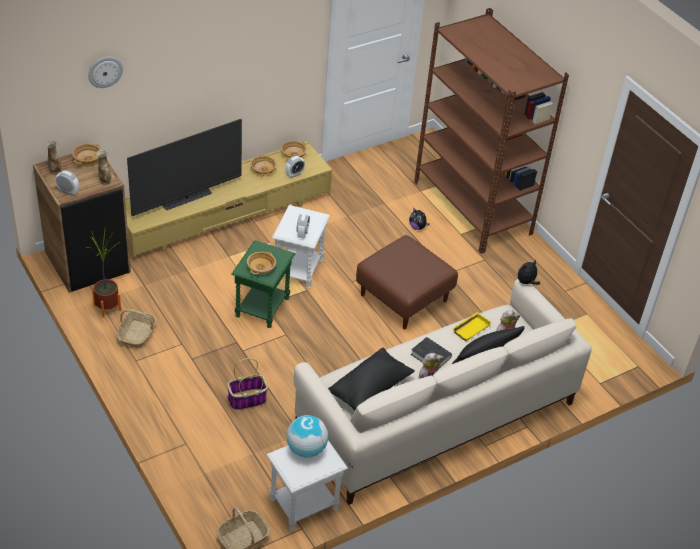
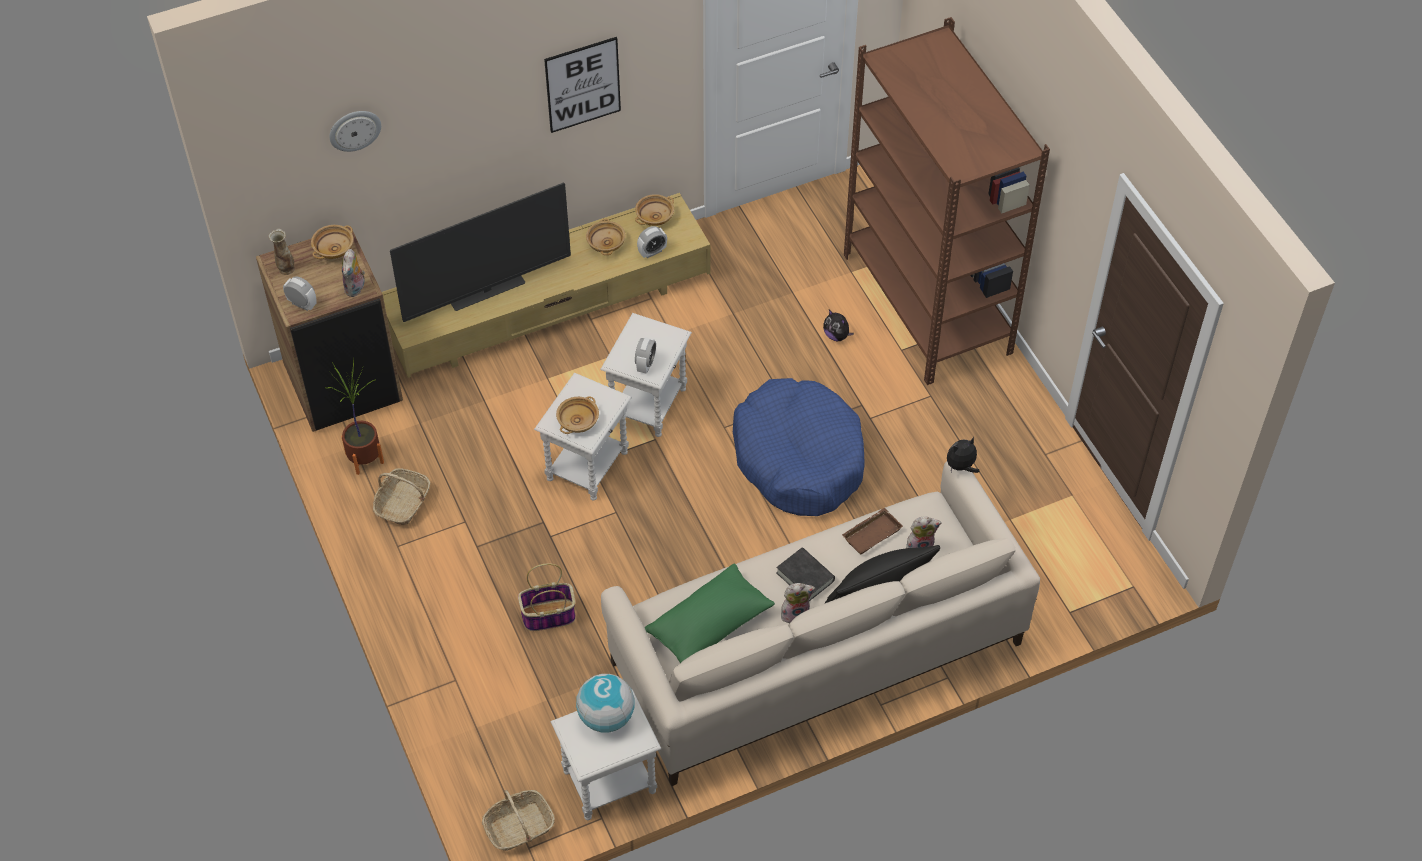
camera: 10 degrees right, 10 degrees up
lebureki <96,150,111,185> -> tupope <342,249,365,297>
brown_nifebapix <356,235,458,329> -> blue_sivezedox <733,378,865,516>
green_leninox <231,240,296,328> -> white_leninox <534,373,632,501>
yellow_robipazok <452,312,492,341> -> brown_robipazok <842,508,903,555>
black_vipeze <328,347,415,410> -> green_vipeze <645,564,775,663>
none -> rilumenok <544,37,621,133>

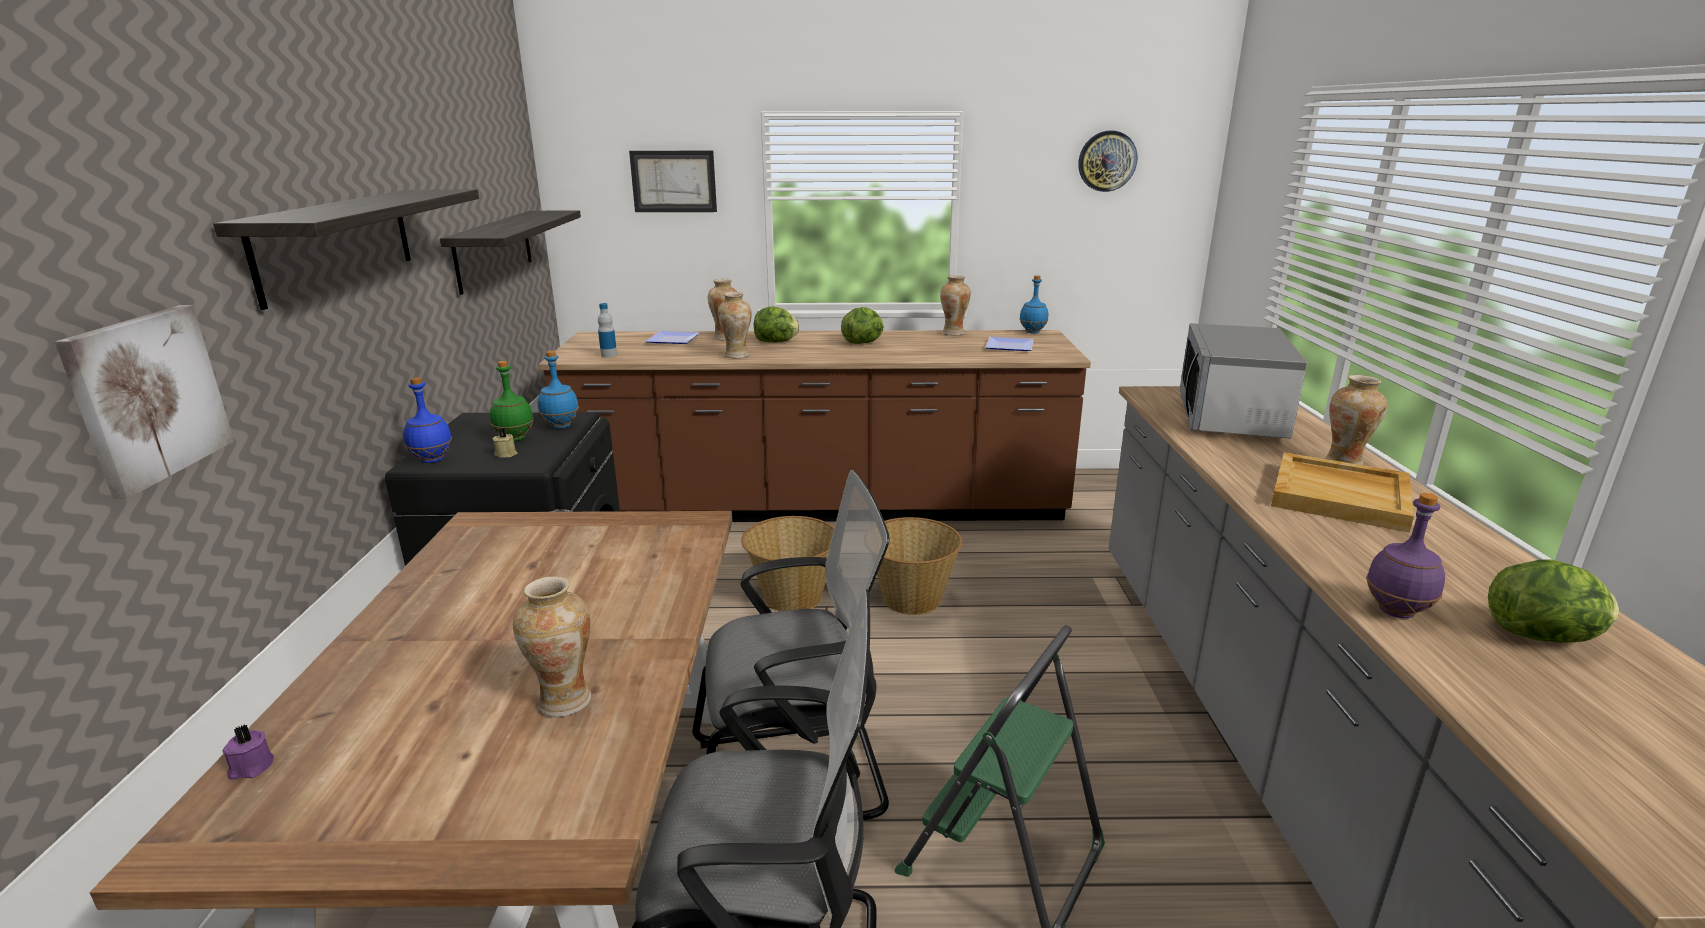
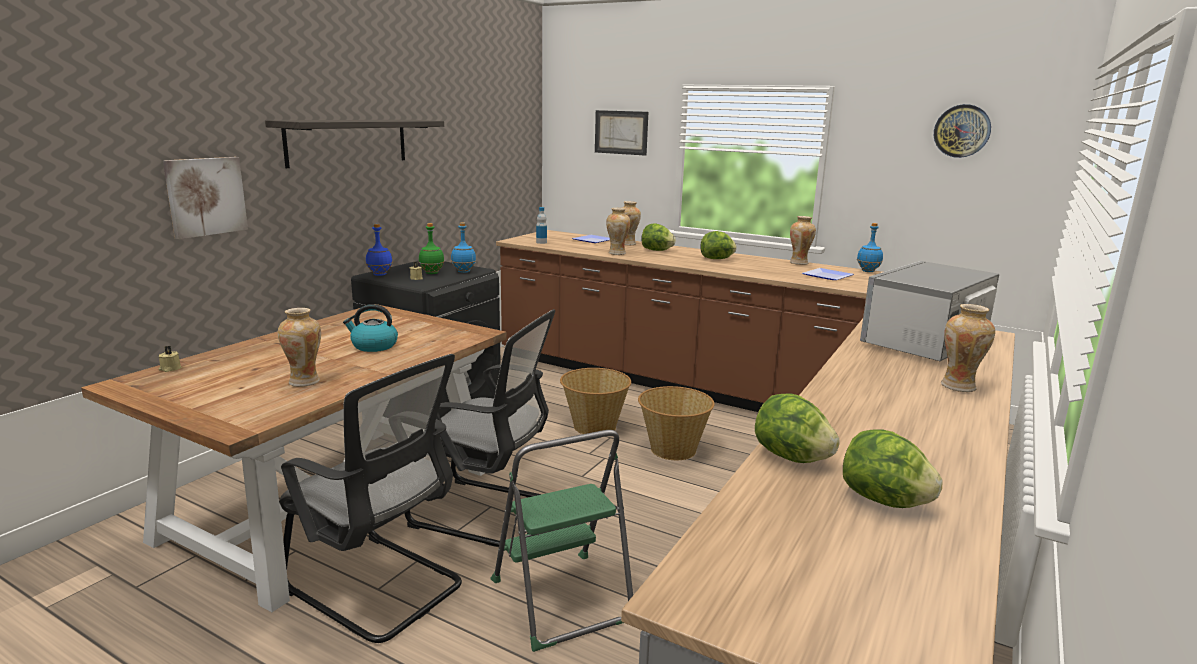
camera: 30 degrees right, 5 degrees down
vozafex <440,211,581,295> -> none
beige_robipazok <1271,452,1414,533> -> none
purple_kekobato <1366,493,1445,618> -> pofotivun <755,394,840,463>
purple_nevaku <223,724,274,780> -> beige_nevaku <159,346,182,372>
none -> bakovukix <343,304,398,352>

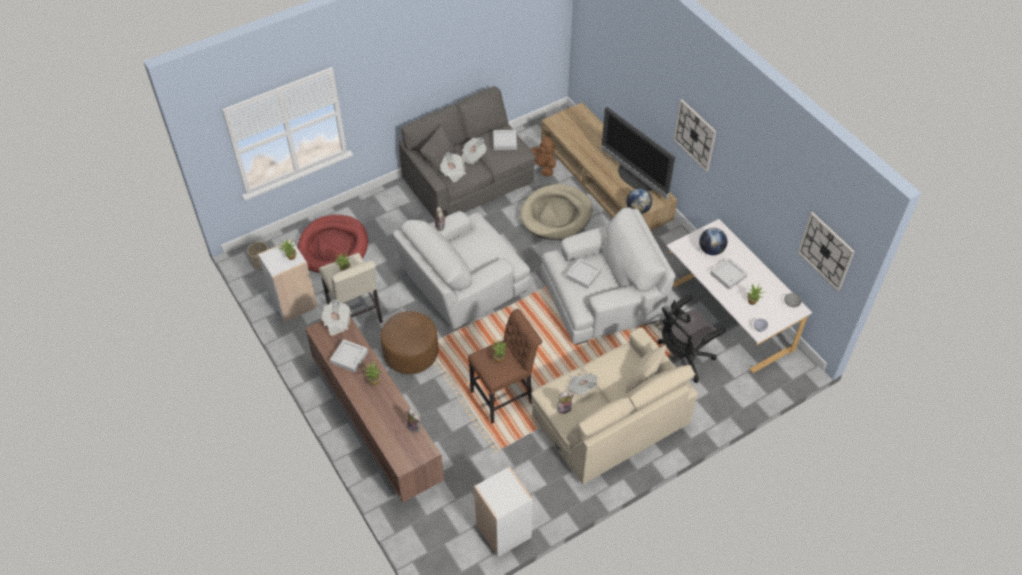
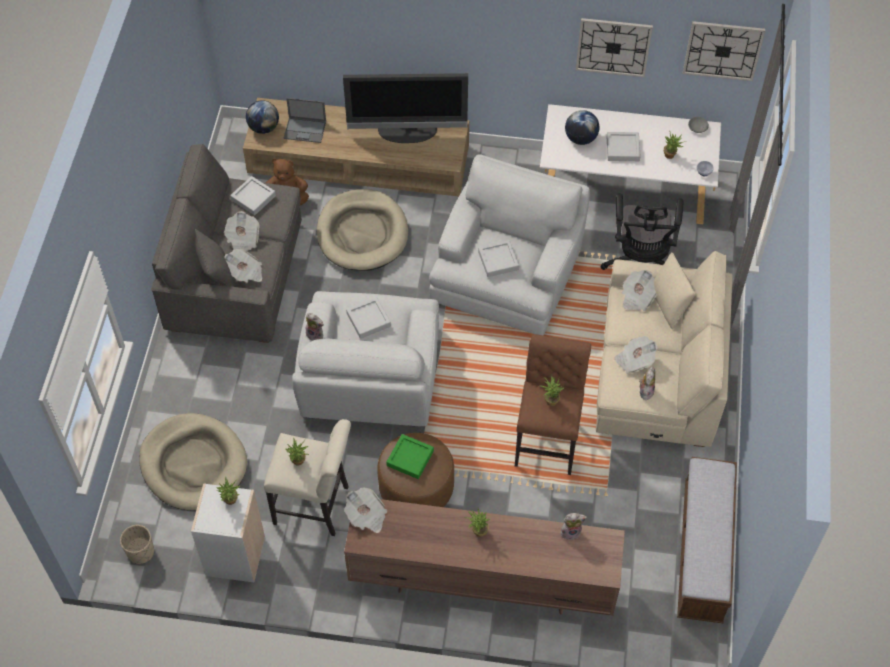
camera: 50 degrees left, 5 degrees up
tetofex <673,99,716,172> -> tetofex <576,18,653,77>, shifted
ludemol <626,188,652,214> -> ludemol <246,100,279,134>, shifted
red_sivezedox <297,215,368,273> -> beige_sivezedox <139,413,247,511>
grey_robipazok <330,339,368,373> -> grey_robipazok <346,297,391,339>, shifted
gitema <474,466,533,557> -> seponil <677,457,737,623>
none -> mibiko <284,98,326,143>
none -> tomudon <622,270,657,311>
none -> green_robipazok <386,434,434,479>

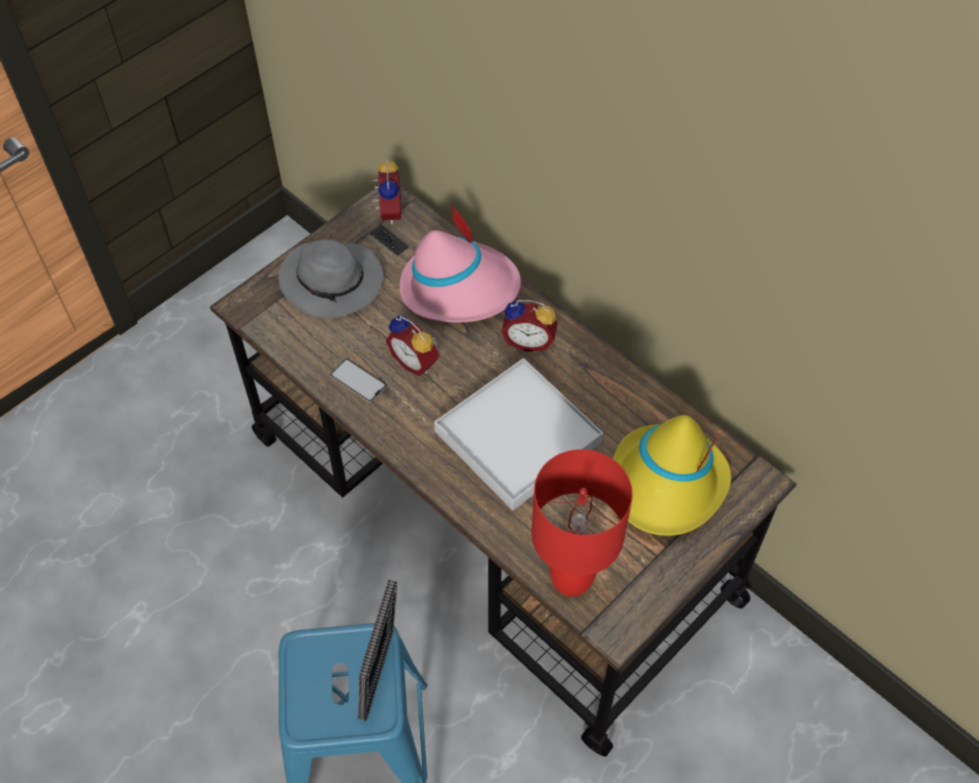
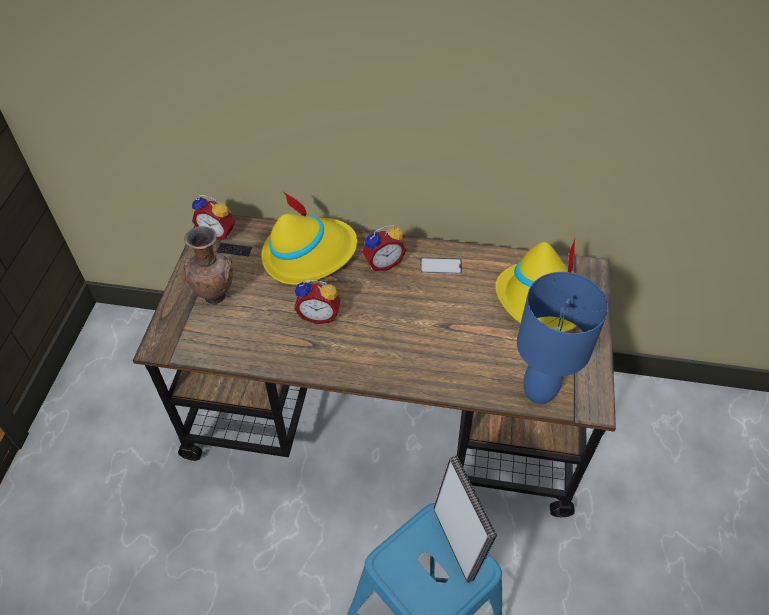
camera: 35 degrees left, 5 degrees down
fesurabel <371,159,401,224> -> fesurabel <192,195,235,240>, 150 degrees clockwise
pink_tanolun <400,203,521,322> -> yellow_tanolun <261,192,358,285>
grey_tanolun <278,239,383,318> -> brown_lebureki <183,226,233,305>
white_robipazok <434,358,603,511> -> none
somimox <330,359,387,402> -> somimox <420,257,462,275>, shifted
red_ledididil <531,449,633,597> -> blue_ledididil <517,272,608,404>

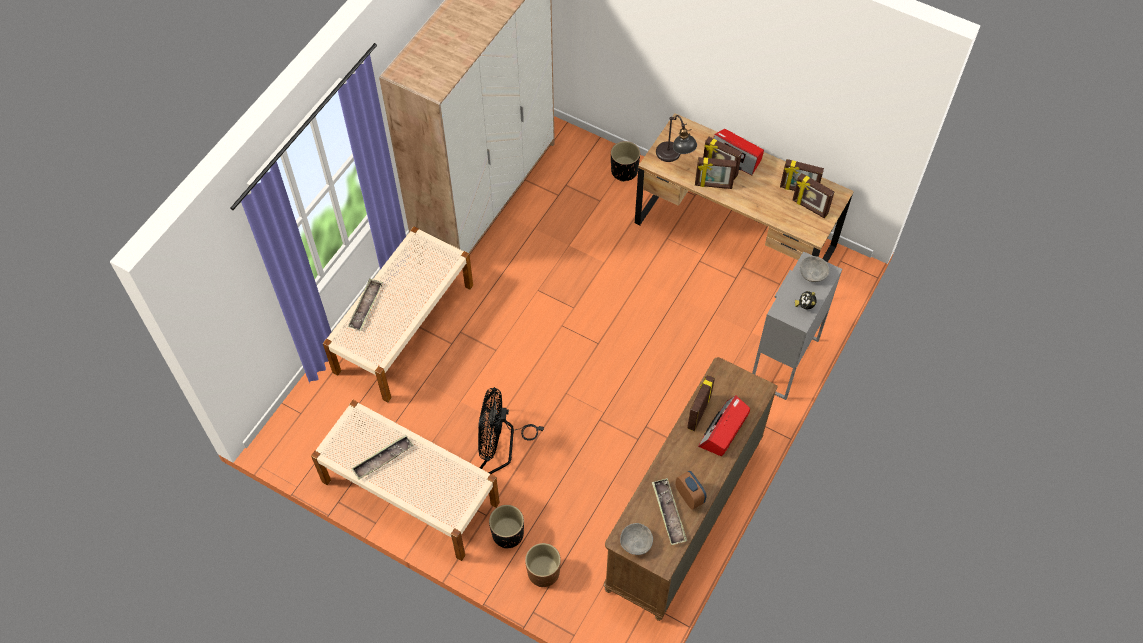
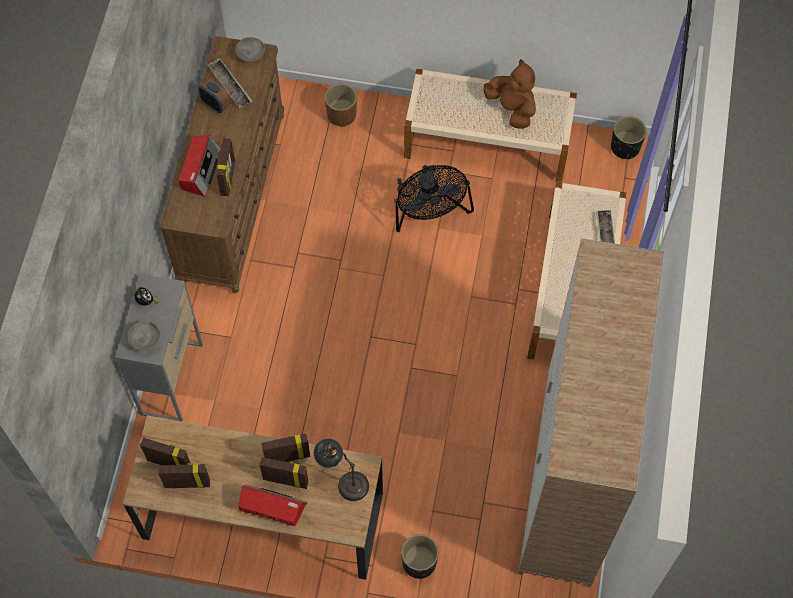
camera: 160 degrees right, 5 degrees up
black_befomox <478,387,544,474> -> black_befomox <394,165,474,232>, 90 degrees clockwise
robipazok <351,435,414,480> -> brown_tupope <484,59,536,129>
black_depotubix <489,505,524,549> -> black_depotubix <611,116,646,160>, shifted

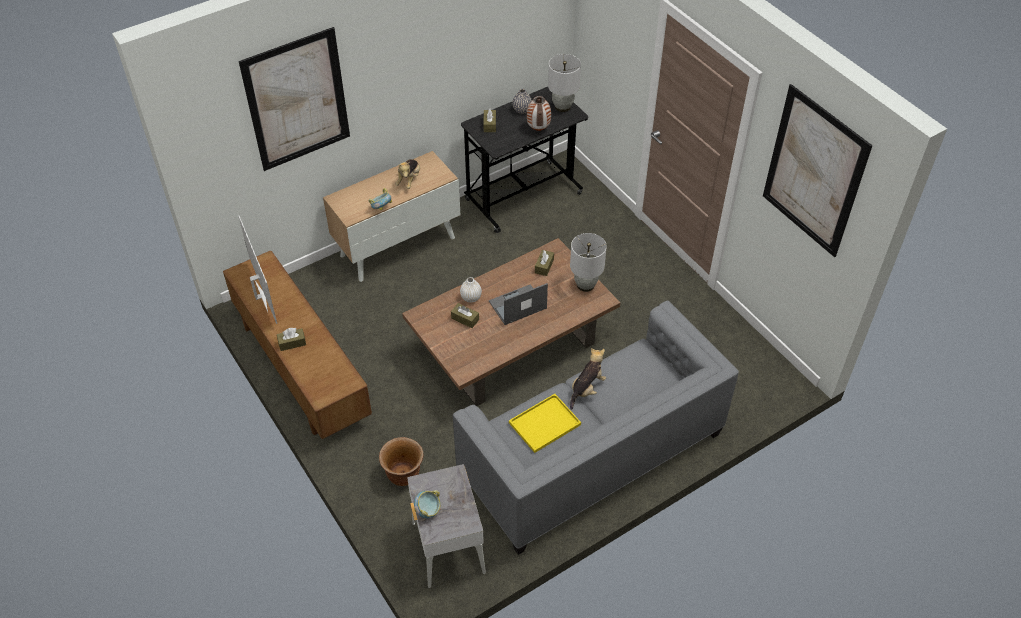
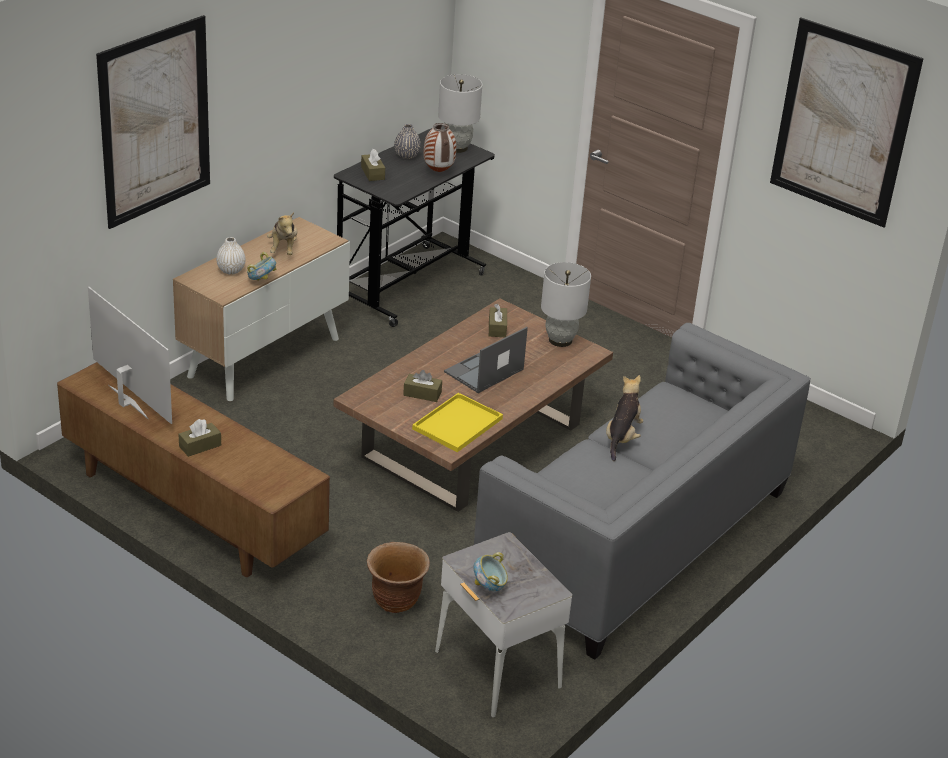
camera: 20 degrees left, 15 degrees down
white_lebureki <460,277,482,303> -> white_lebureki <216,237,246,275>, shifted
yellow_robipazok <509,394,581,453> -> yellow_robipazok <412,393,503,452>, shifted

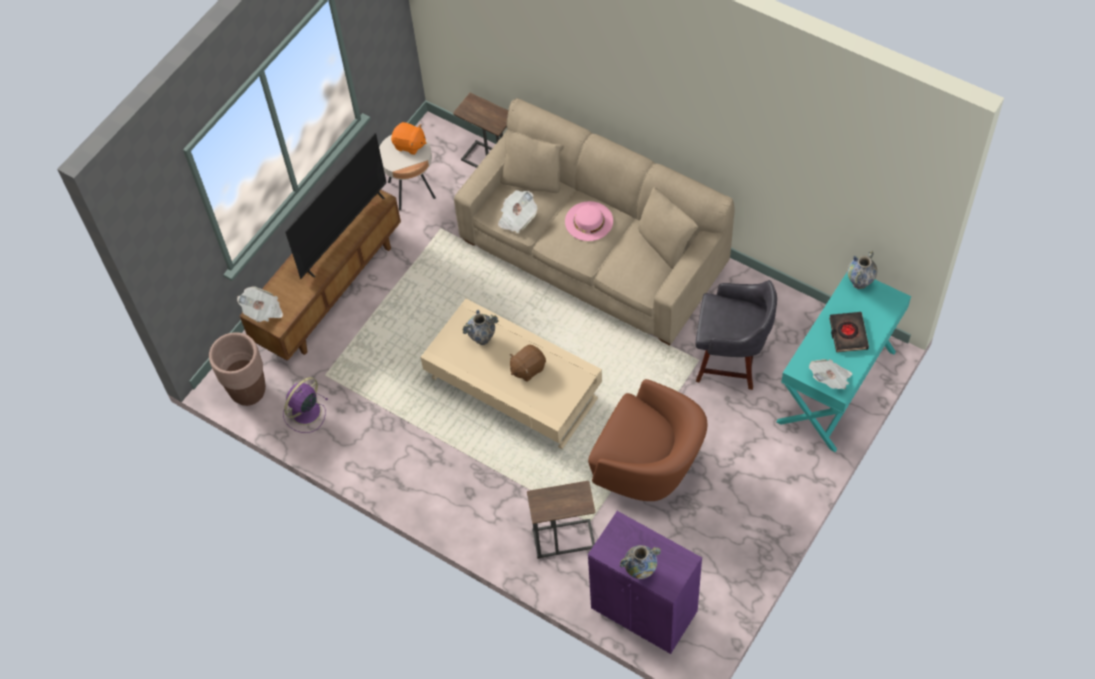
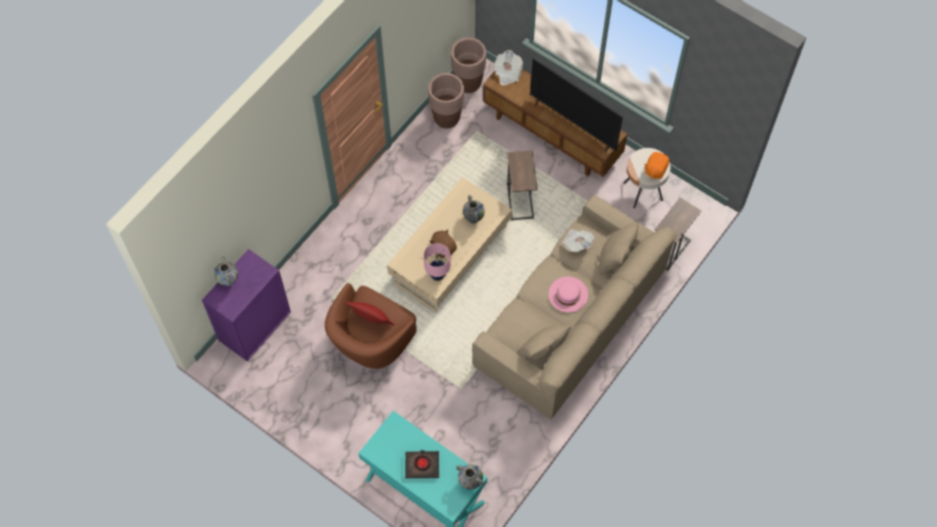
camera: 90 degrees right, 5 degrees up
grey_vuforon <695,280,777,390> -> none
tomudon <809,359,852,389> -> none
purple_befomox <283,377,328,433> -> brown_depotubix <428,73,464,129>
brown_leninox <527,481,595,558> -> brown_leninox <507,150,538,221>, shifted
none -> pink_ledididil <424,243,451,281>
none -> red_vipeze <345,301,394,326>

